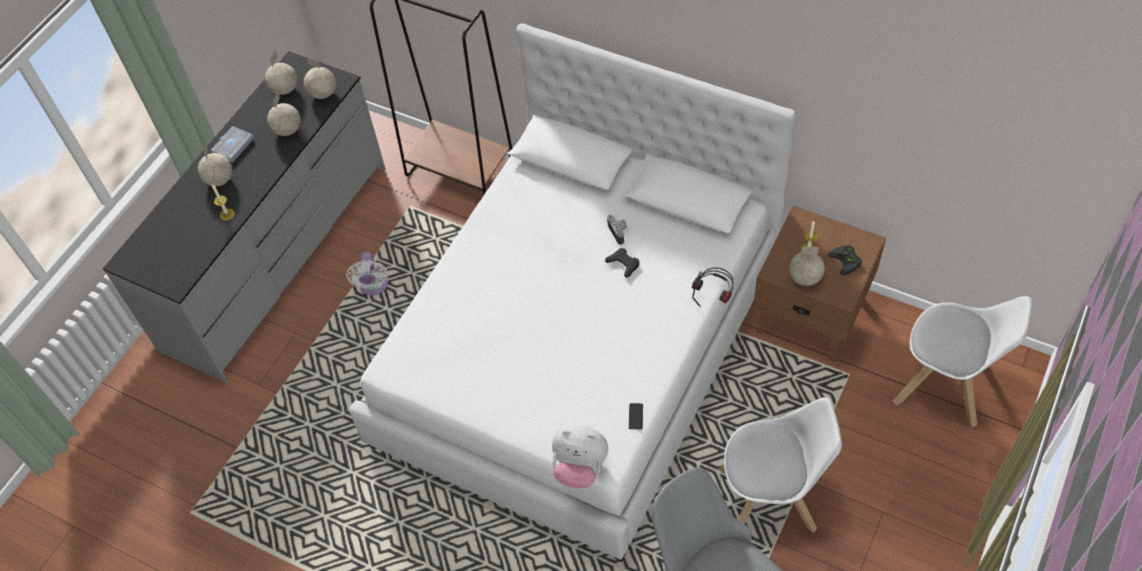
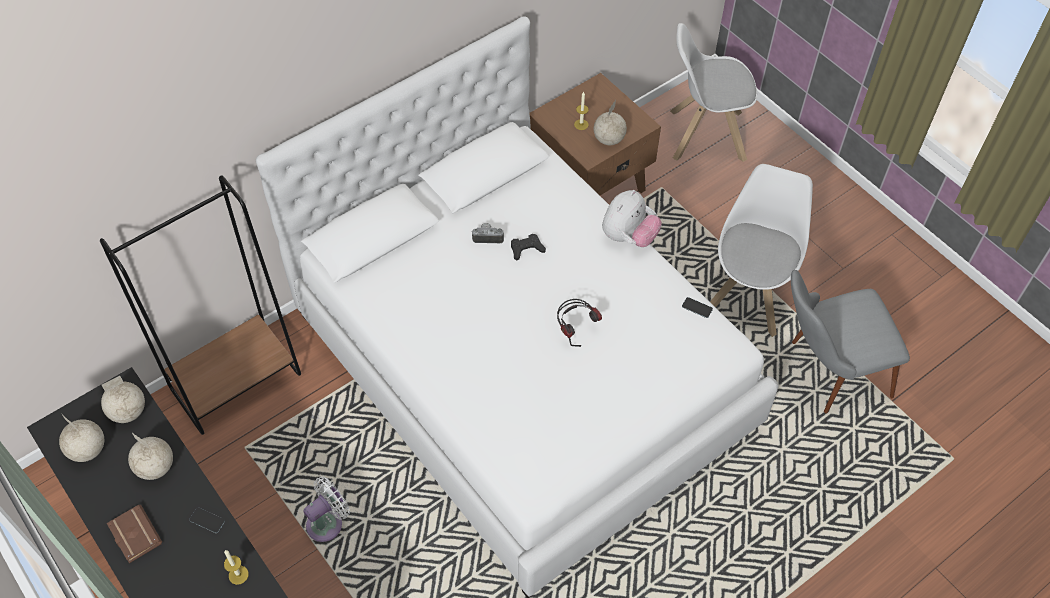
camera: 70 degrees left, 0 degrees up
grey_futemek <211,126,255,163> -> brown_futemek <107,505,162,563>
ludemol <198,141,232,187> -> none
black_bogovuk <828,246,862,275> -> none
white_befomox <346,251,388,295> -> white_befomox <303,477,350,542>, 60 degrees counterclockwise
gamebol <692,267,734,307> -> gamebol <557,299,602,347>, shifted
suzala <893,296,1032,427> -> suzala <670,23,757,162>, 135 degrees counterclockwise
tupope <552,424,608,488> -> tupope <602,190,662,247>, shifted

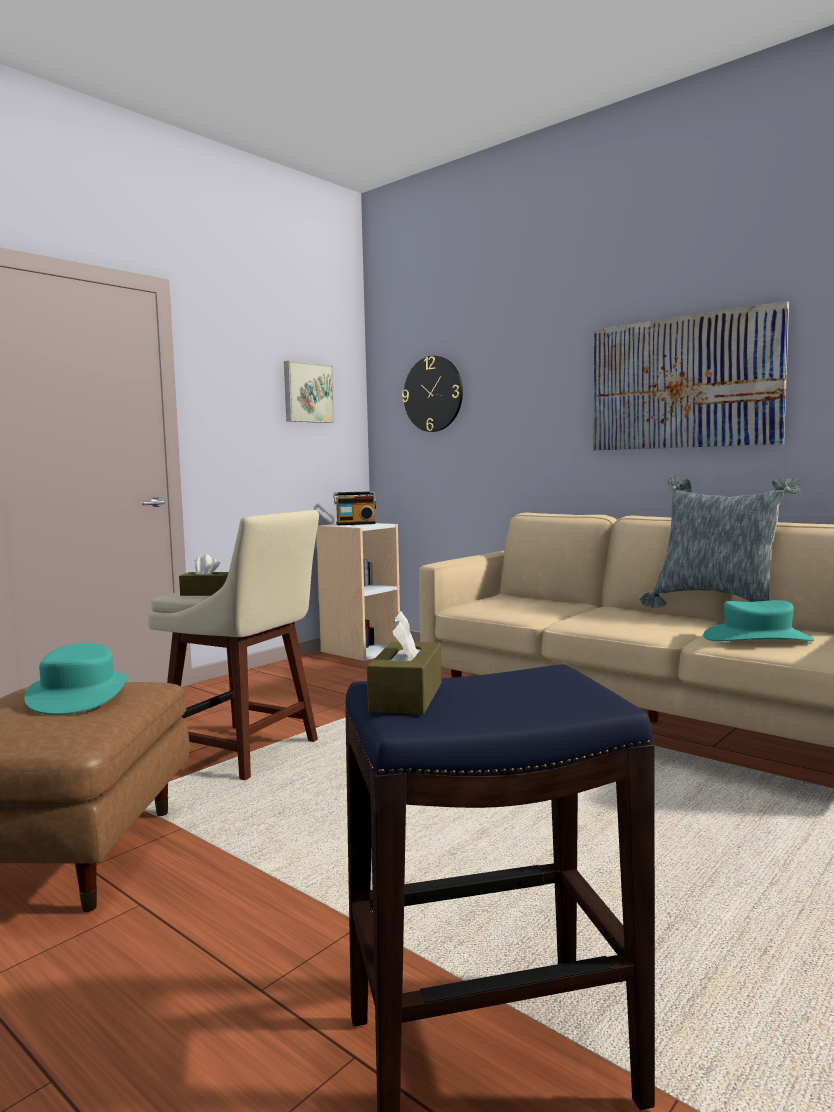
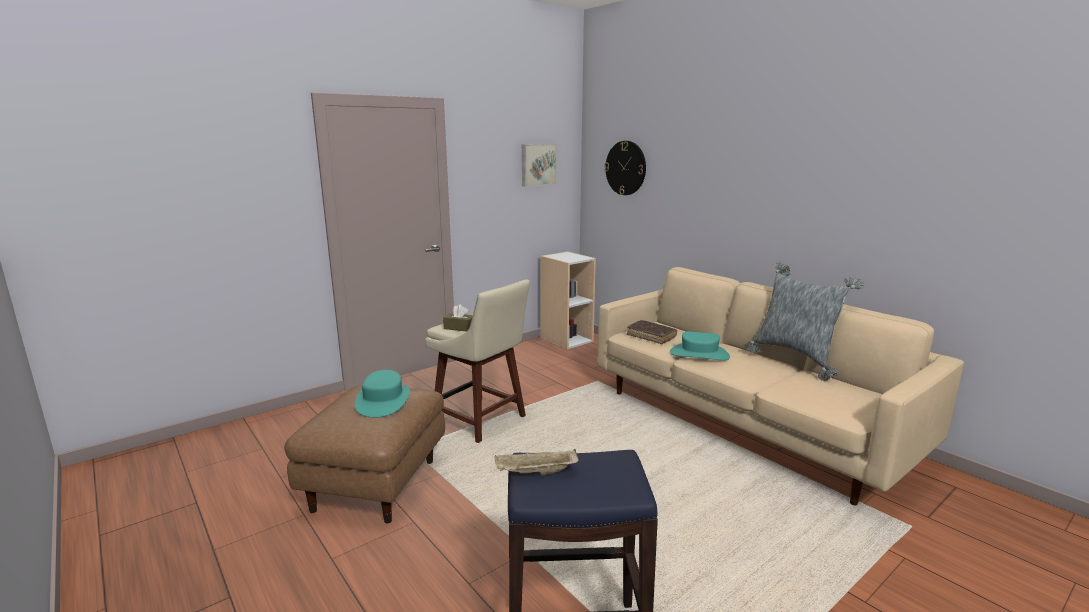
camera: 10 degrees right, 10 degrees up
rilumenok <593,301,789,450> -> none
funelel <333,491,377,525> -> none
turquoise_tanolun <703,600,814,641> -> turquoise_tanolun <670,331,730,361>, shifted
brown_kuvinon <367,611,442,714> -> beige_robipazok <494,449,579,476>
none -> brown_futemek <627,320,677,344>

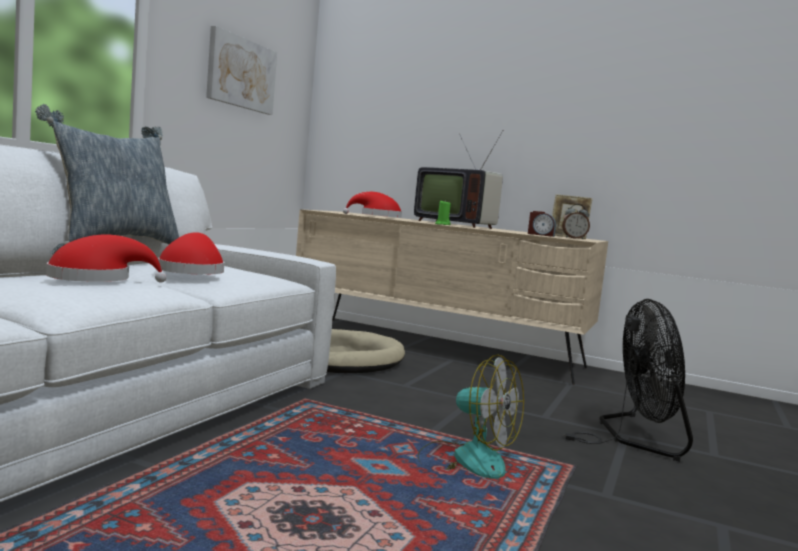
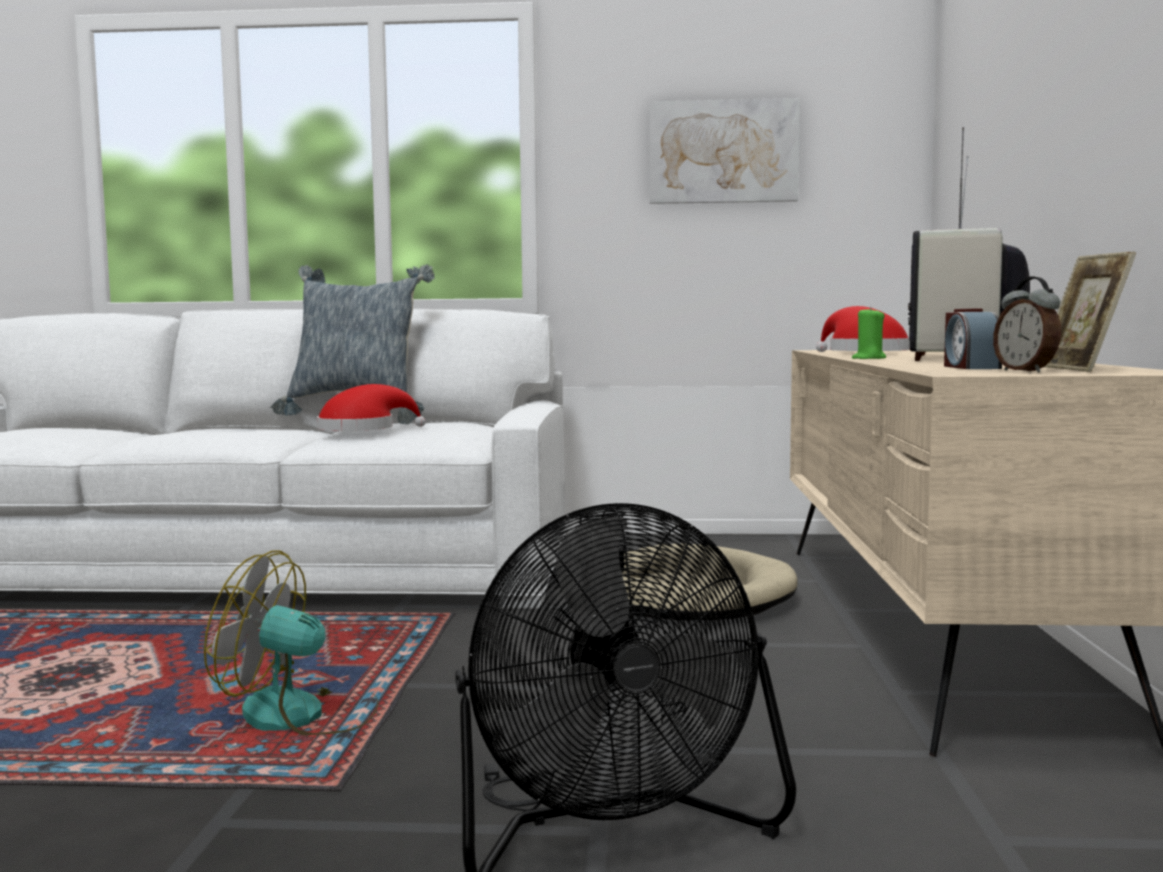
camera: 70 degrees right, 0 degrees up
red_tanolun <46,234,167,283> -> none
befomox <418,355,524,479> -> befomox <204,550,378,735>, 90 degrees clockwise

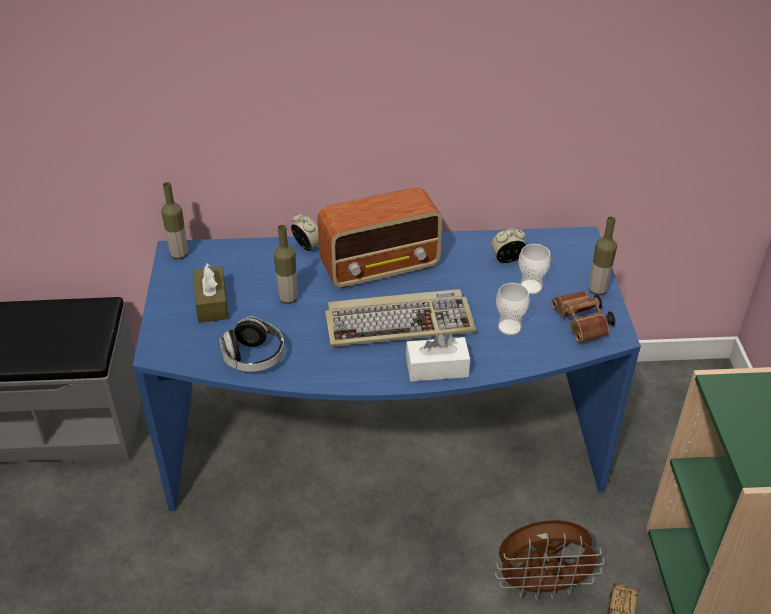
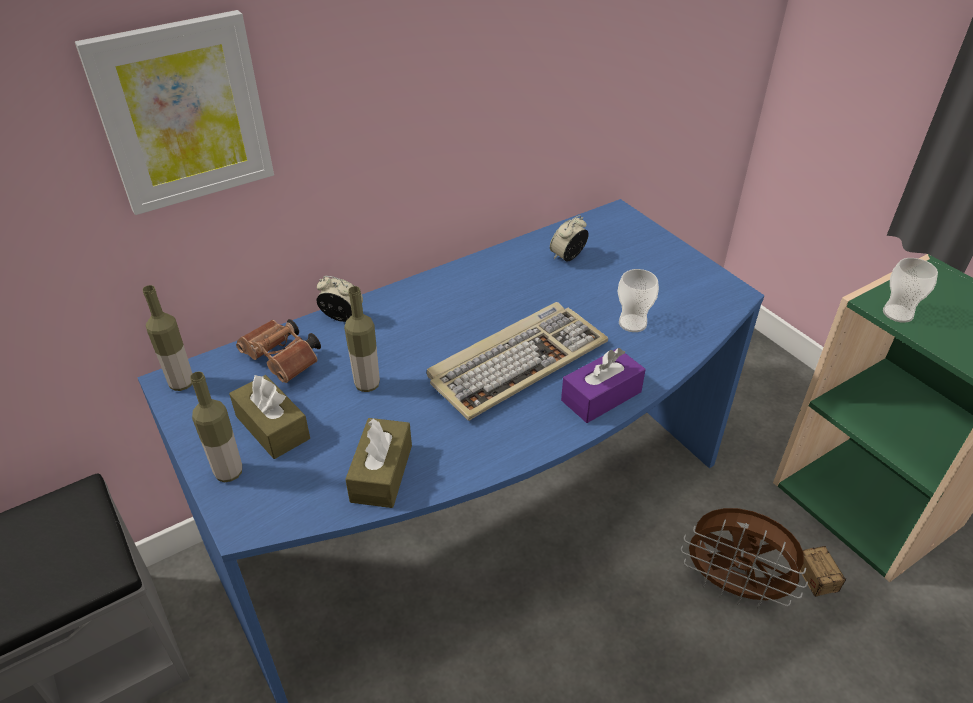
camera: 30 degrees left, 0 degrees up
funelel <317,187,442,288> -> none
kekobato <589,217,617,295> -> kekobato <190,372,242,482>, shifted
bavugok <518,244,551,294> -> bavugok <883,258,938,323>, shifted
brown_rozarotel <551,291,615,343> -> brown_rozarotel <236,319,321,383>, shifted
gamebol <219,316,284,372> -> brown_kuvinon <345,418,412,508>
white_kuvinon <406,333,470,381> -> purple_kuvinon <561,348,646,423>
brown_befomox <495,520,605,601> -> brown_befomox <680,508,808,609>, 60 degrees clockwise
none -> rilumenok <75,10,274,215>

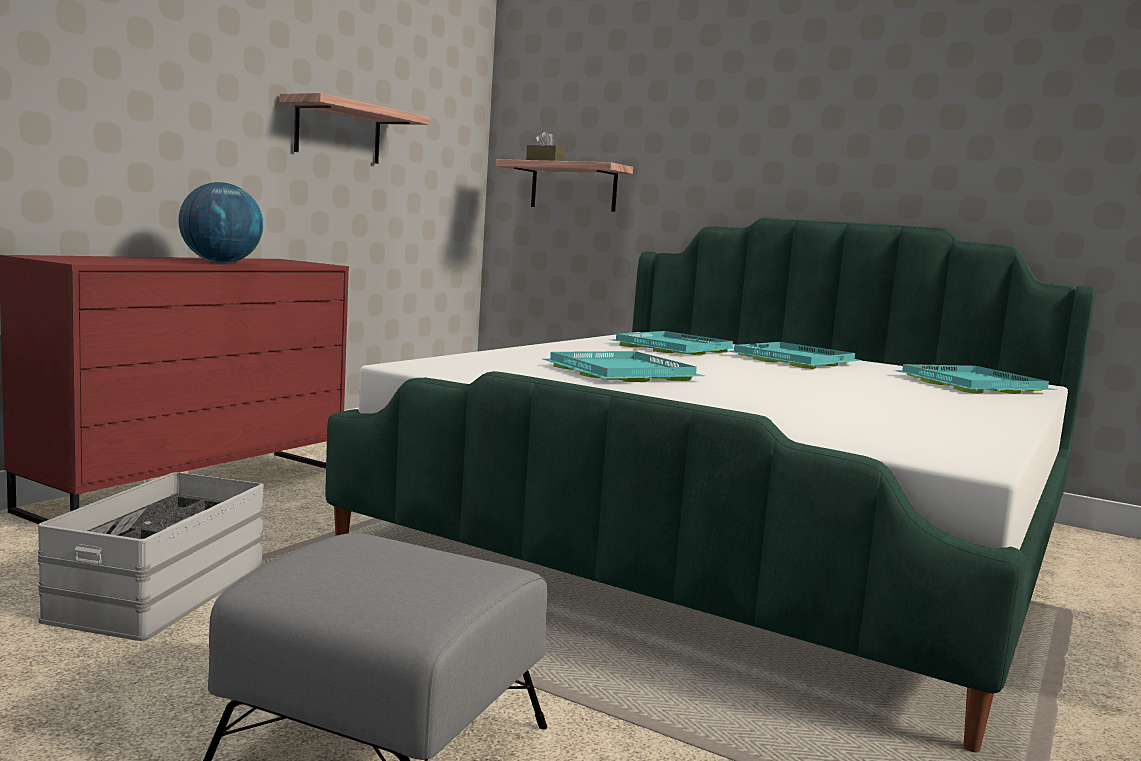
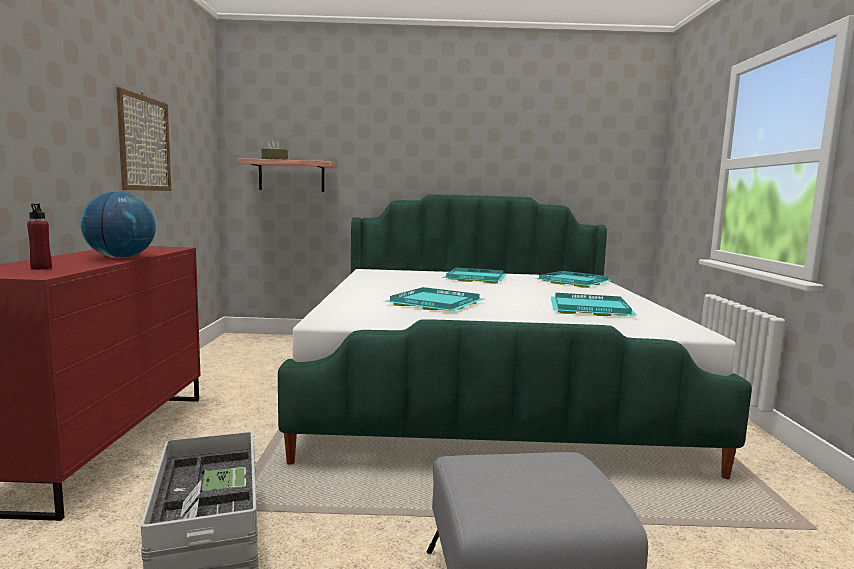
camera: 30 degrees left, 0 degrees up
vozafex <280,93,430,164> -> rilumenok <116,87,171,191>
turquoise_robipazok <612,331,734,355> -> turquoise_robipazok <551,293,638,316>, shifted
none -> red_kekobato <27,203,52,270>

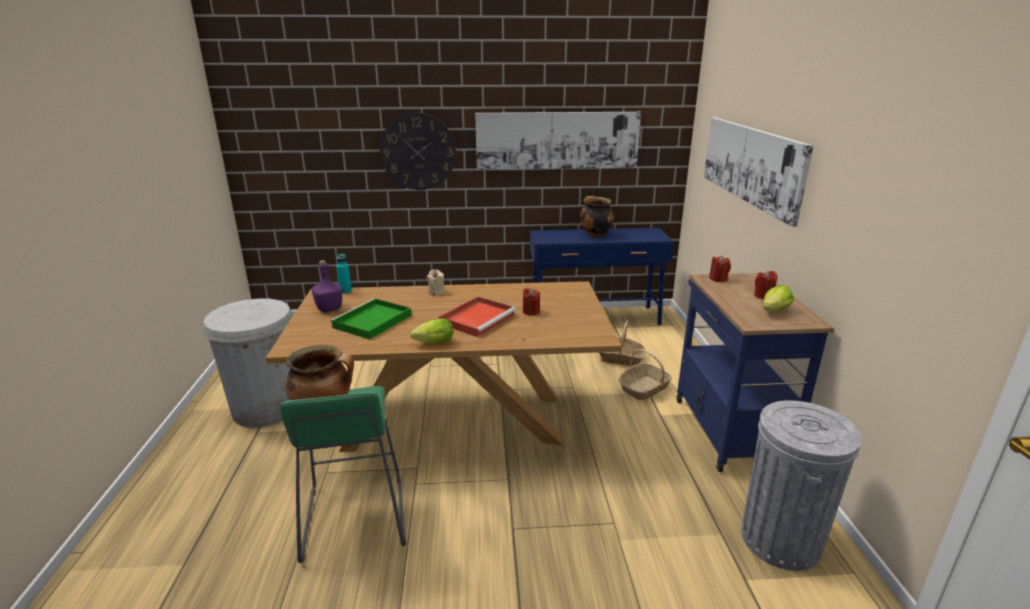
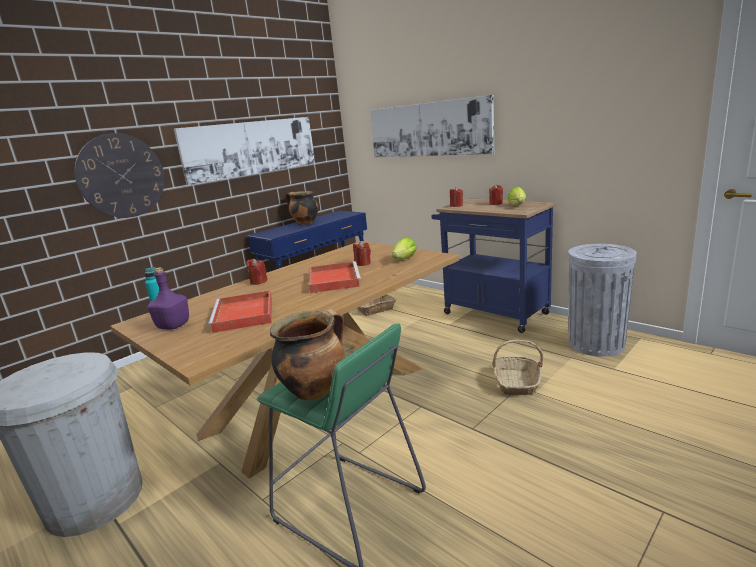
camera: 40 degrees left, 5 degrees down
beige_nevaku <427,270,445,296> -> red_nevaku <247,259,268,285>
green_robipazok <330,298,411,339> -> red_robipazok <208,291,272,333>
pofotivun <410,319,453,343> -> pofotivun <392,237,417,260>, shifted
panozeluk <618,349,672,400> -> panozeluk <492,339,544,395>, shifted

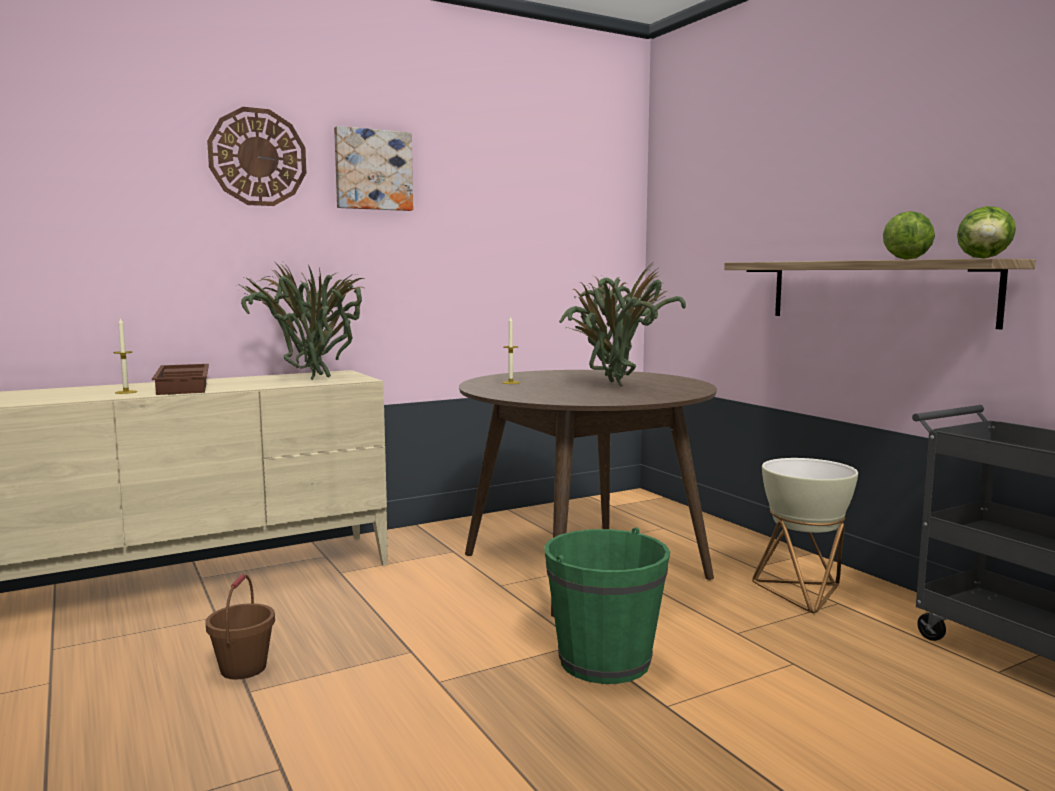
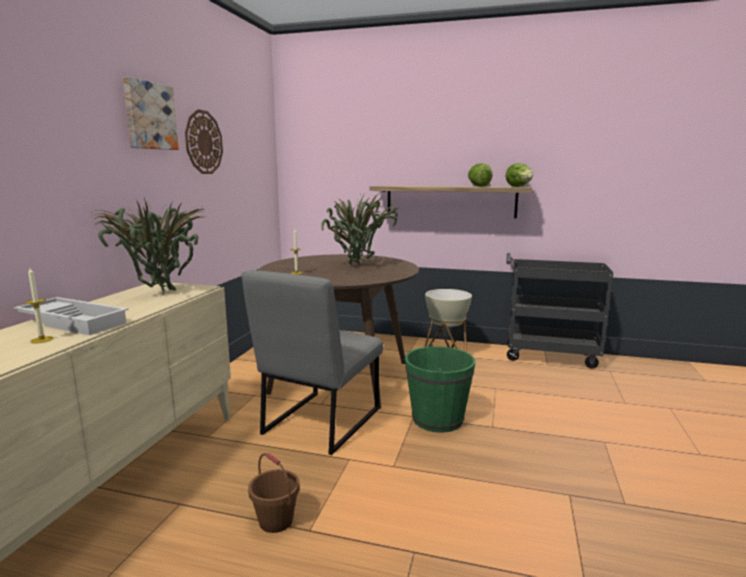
camera: 45 degrees left, 5 degrees up
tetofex <207,107,306,206> -> tetofex <185,109,223,174>, shifted
brown_robipazok <152,364,209,395> -> white_robipazok <14,297,128,335>
none -> grey_suzala <242,270,383,455>

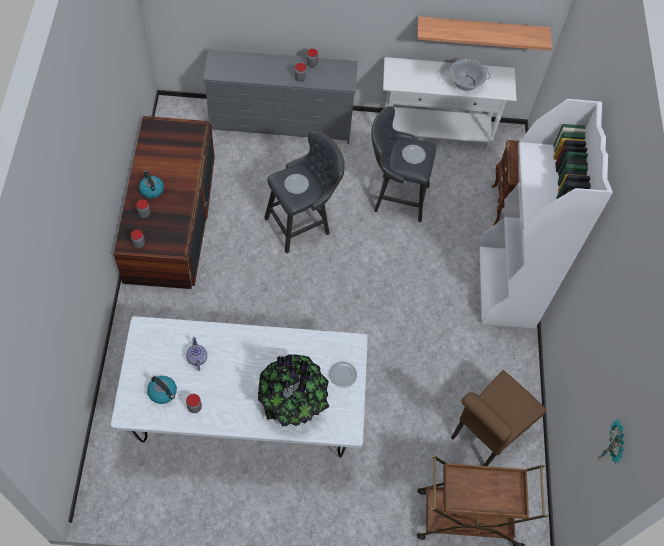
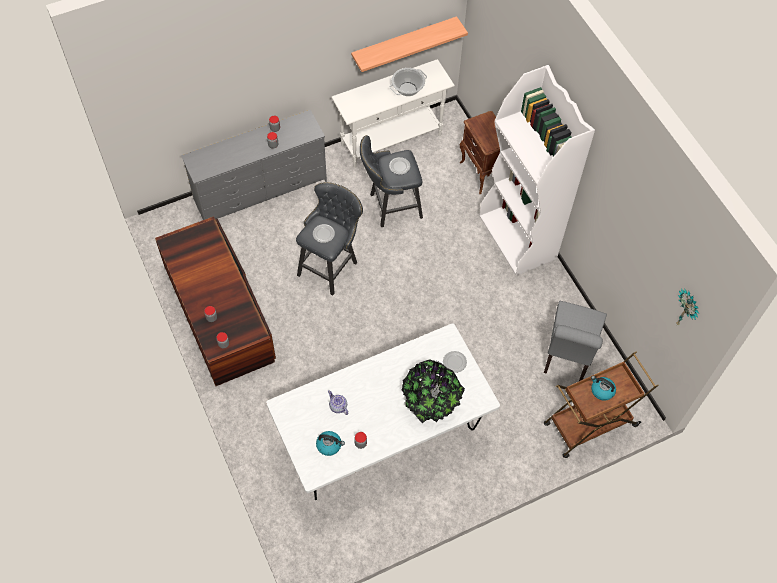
camera: 25 degrees left, 0 degrees up
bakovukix <139,170,164,199> -> bakovukix <591,376,616,401>, shifted
brown_suzala <451,370,547,466> -> grey_suzala <544,301,607,381>

